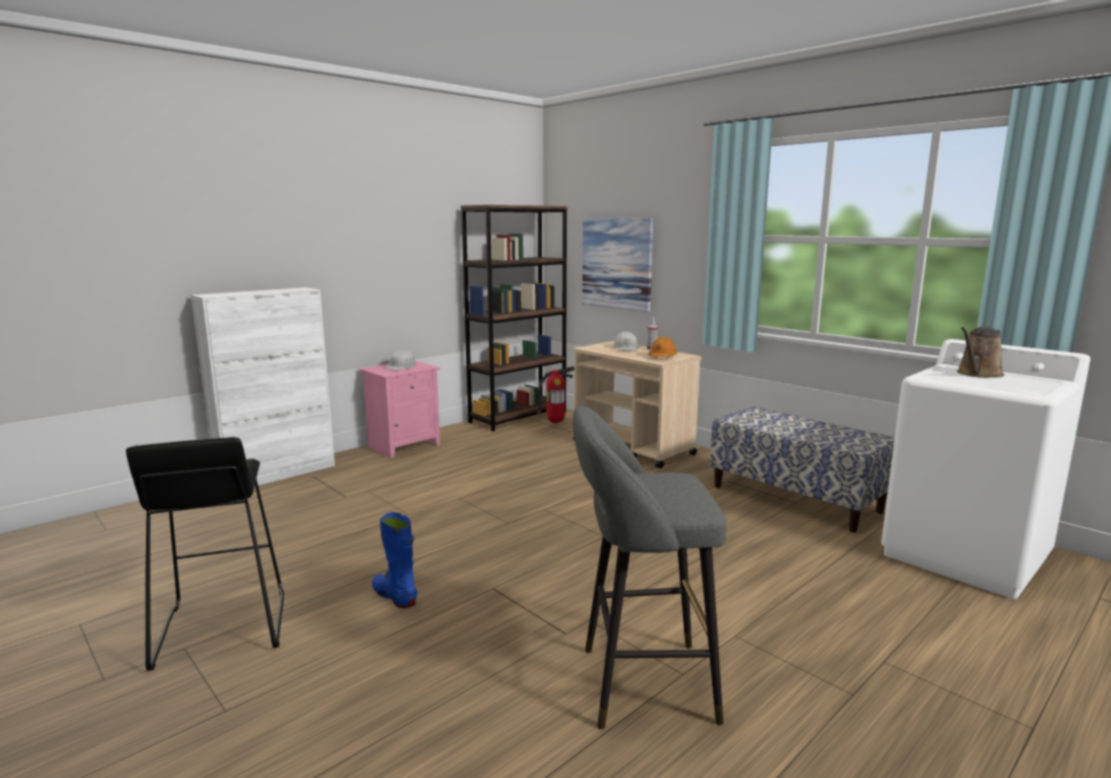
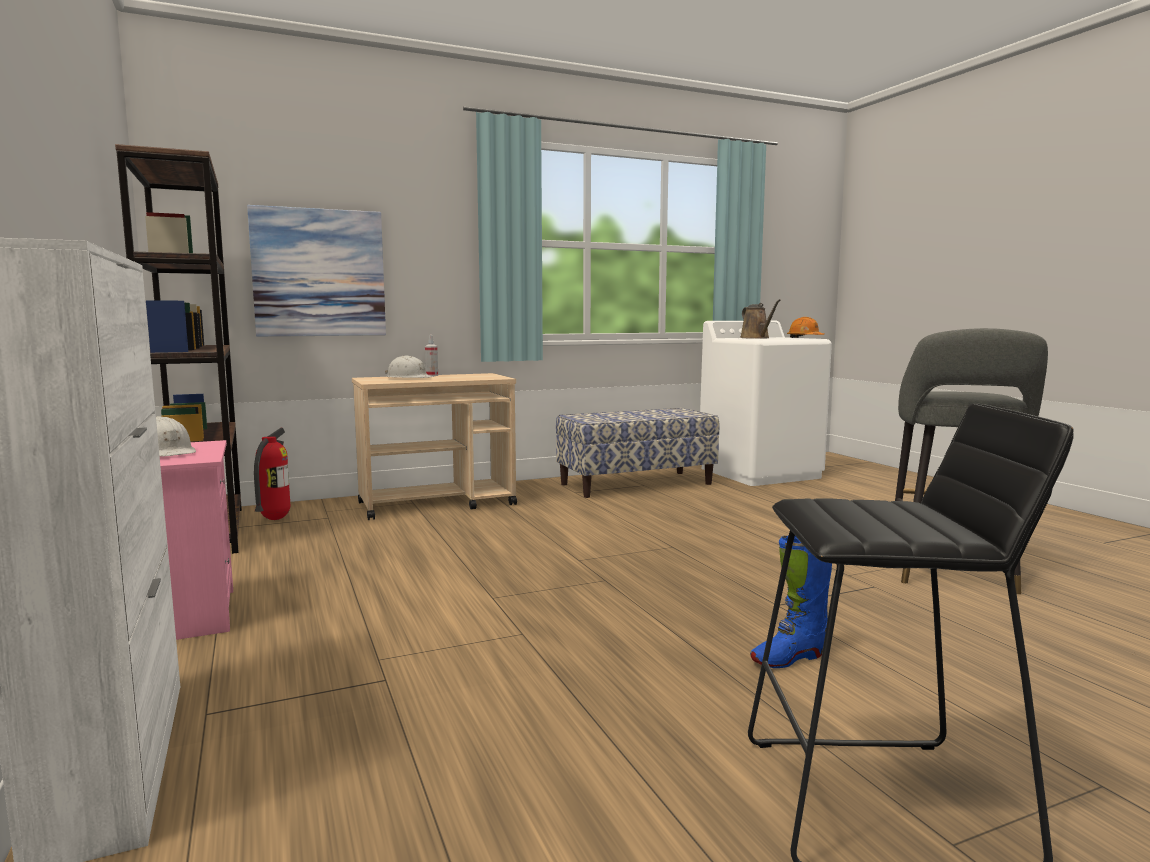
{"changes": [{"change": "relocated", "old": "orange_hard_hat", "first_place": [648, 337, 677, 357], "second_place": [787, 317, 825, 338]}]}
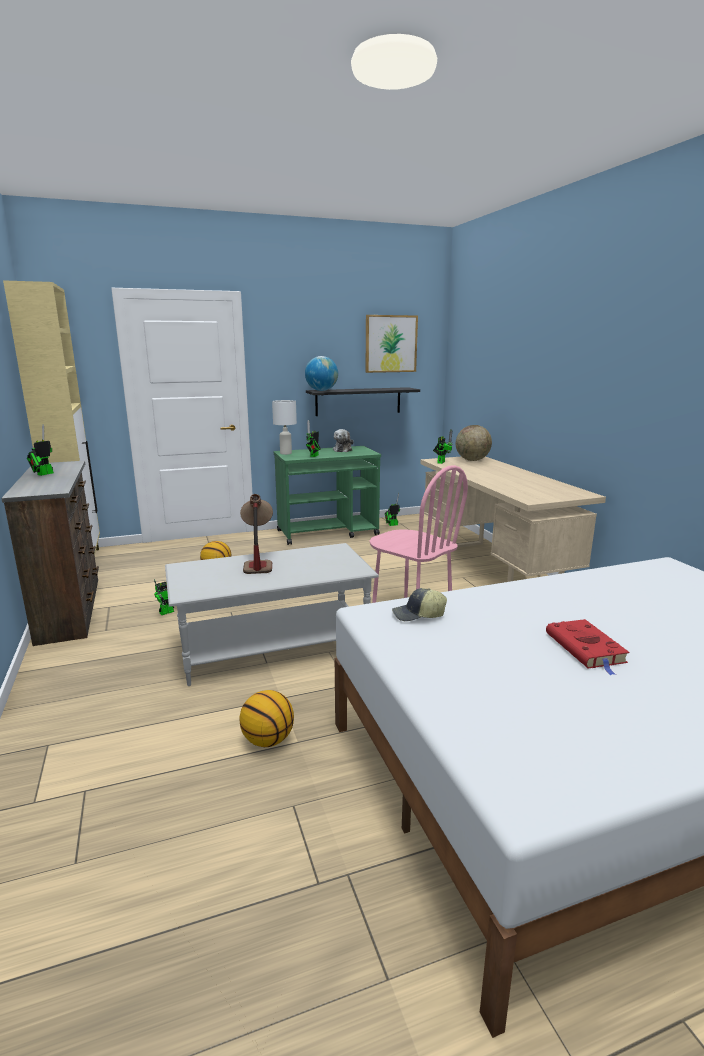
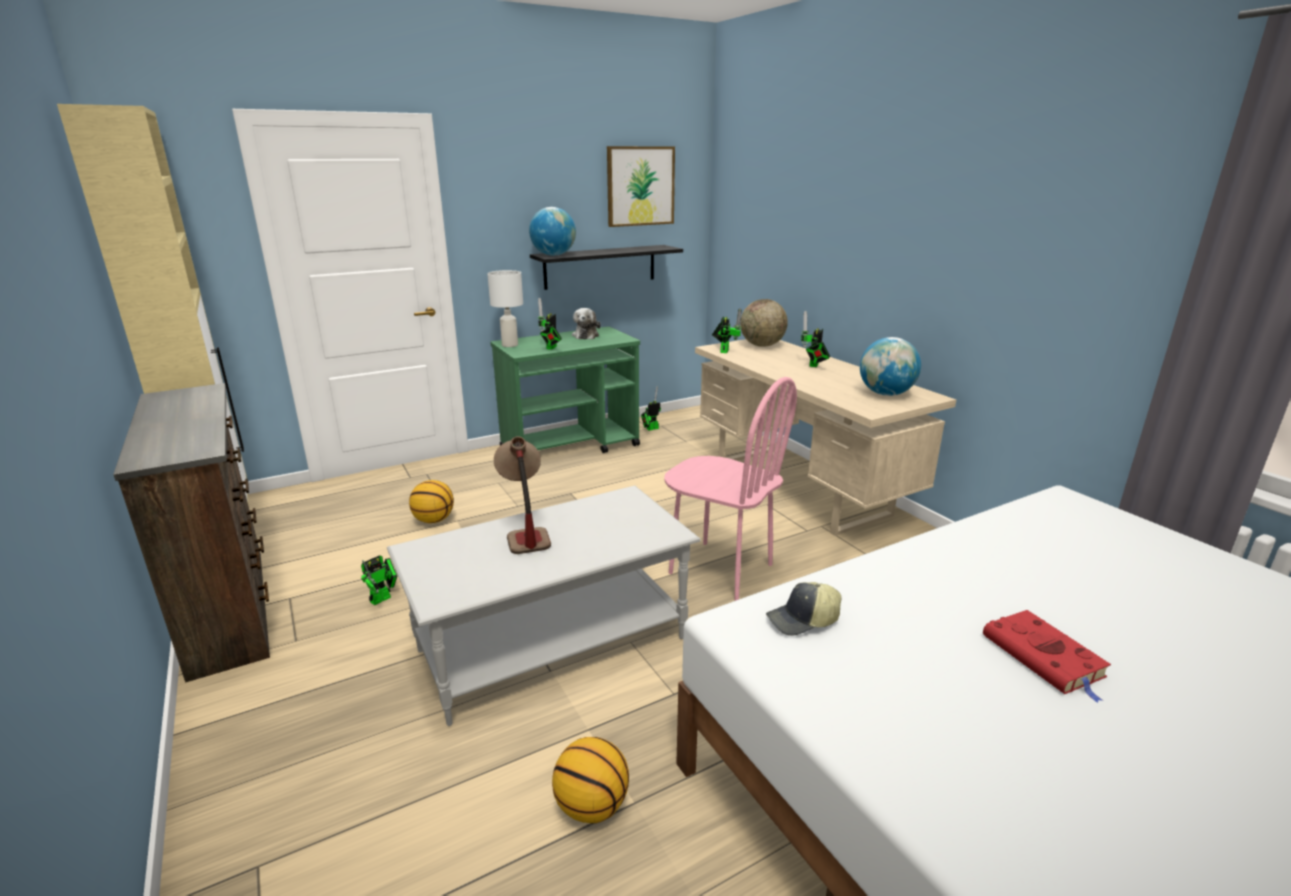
{"changes": [{"change": "relocated", "old": "toy_robot", "first_place": [27, 425, 54, 476], "second_place": [801, 310, 830, 367]}, {"change": "appeared", "new": "globe", "second_place": [860, 337, 921, 396]}]}
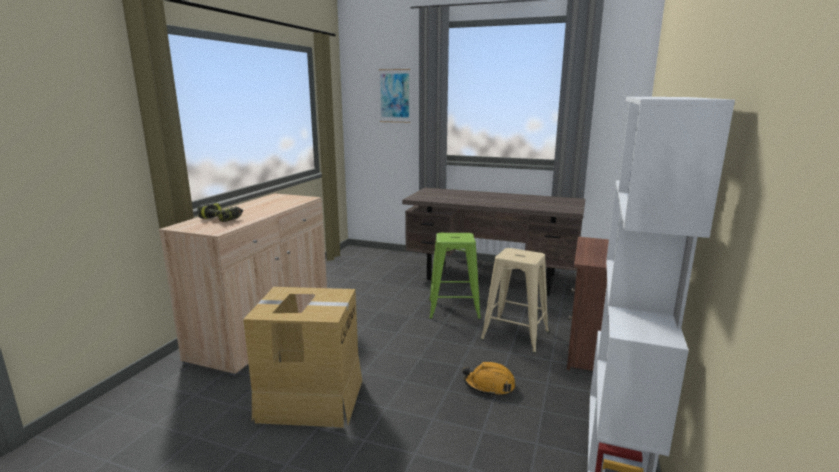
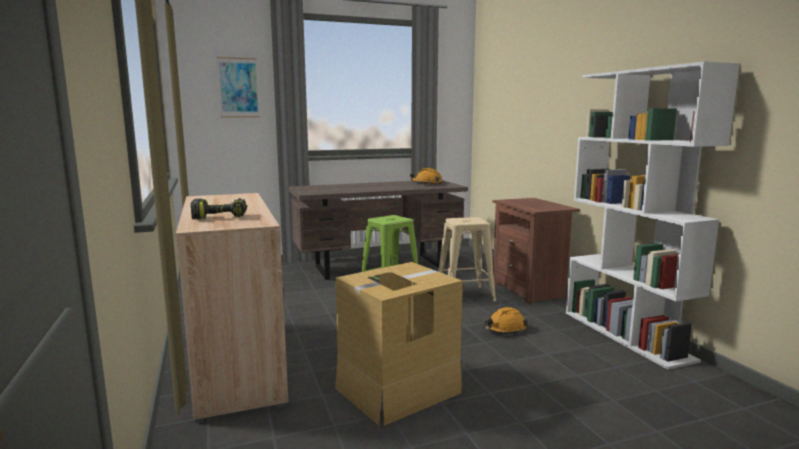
{"changes": [{"change": "appeared", "new": "orange_hard_hat", "second_place": [410, 168, 443, 185]}]}
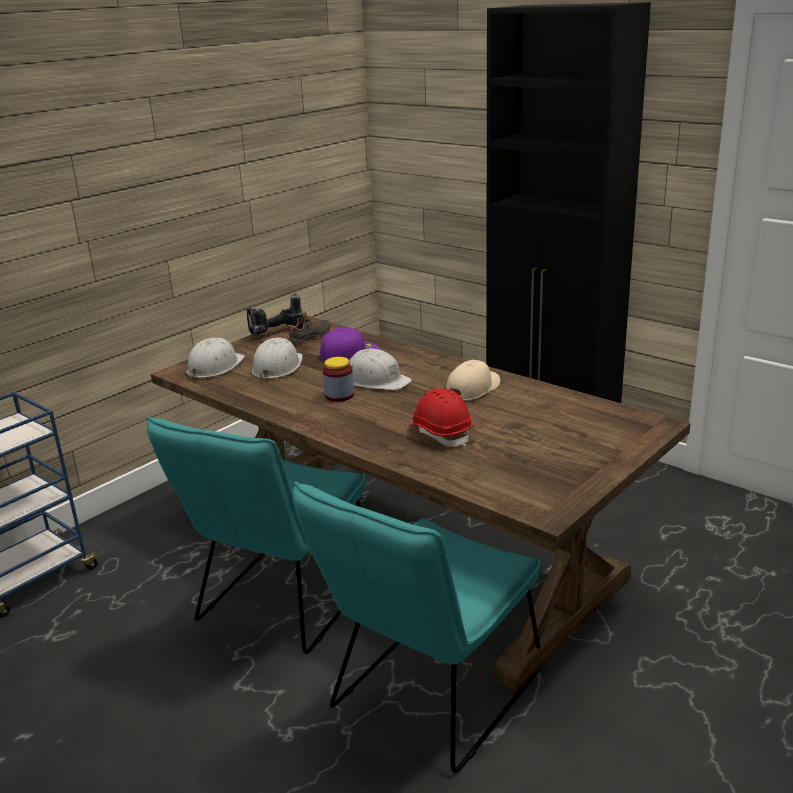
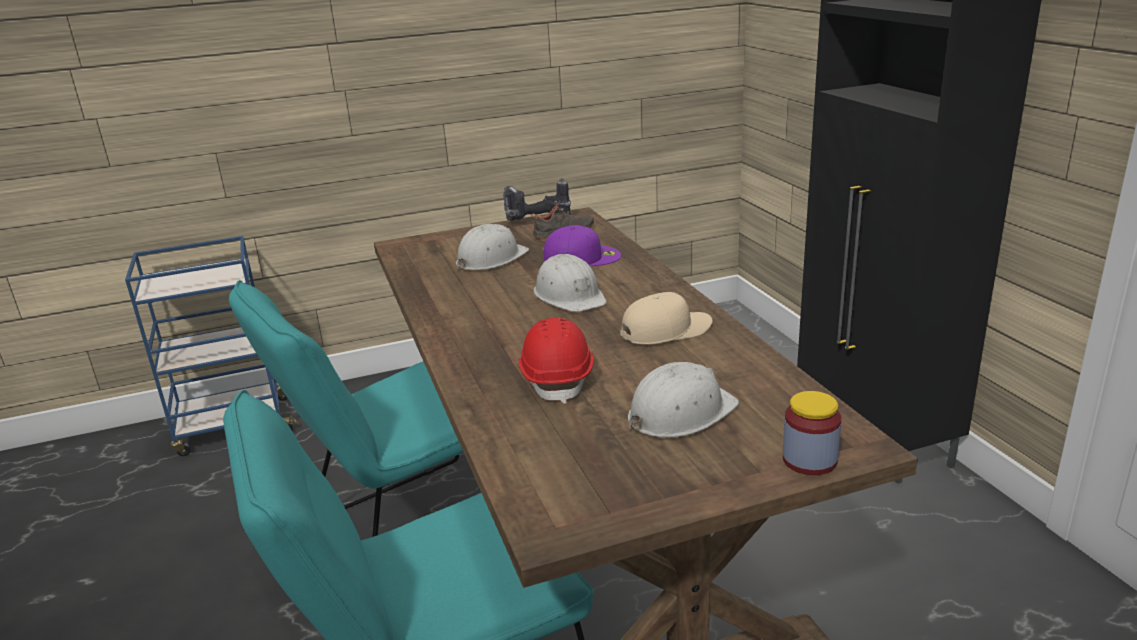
{"changes": [{"change": "relocated", "old": "white_hard_hat", "first_place": [187, 338, 245, 378], "second_place": [628, 362, 739, 438]}, {"change": "relocated", "old": "jar", "first_place": [323, 357, 354, 402], "second_place": [783, 391, 842, 475]}]}
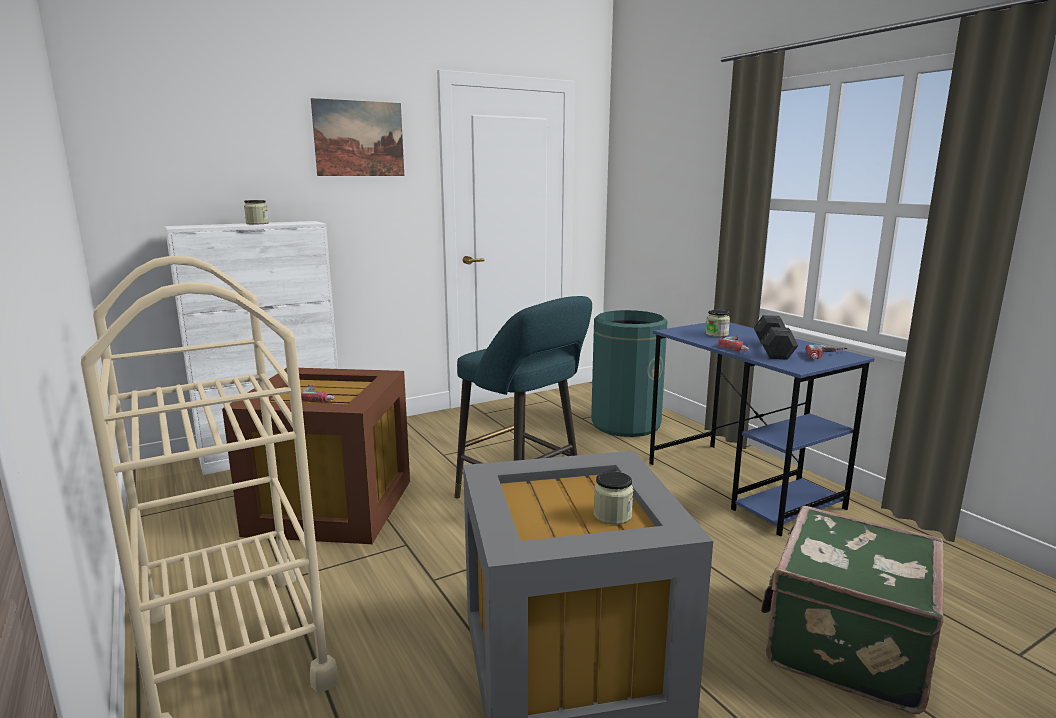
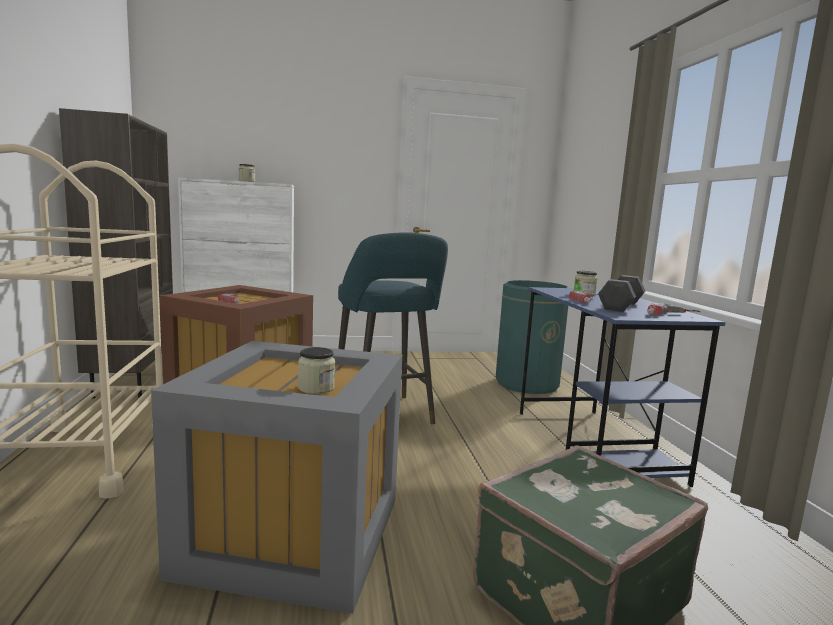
{"changes": [{"change": "missing", "old": "picture", "first_place": [311, 98, 404, 176]}, {"change": "appeared", "new": "brown_bookcase", "second_place": [59, 108, 173, 399]}]}
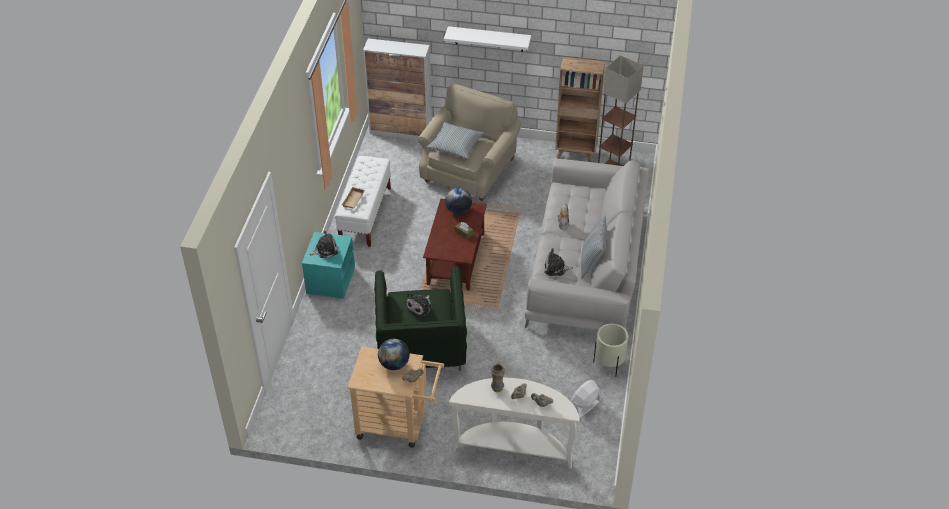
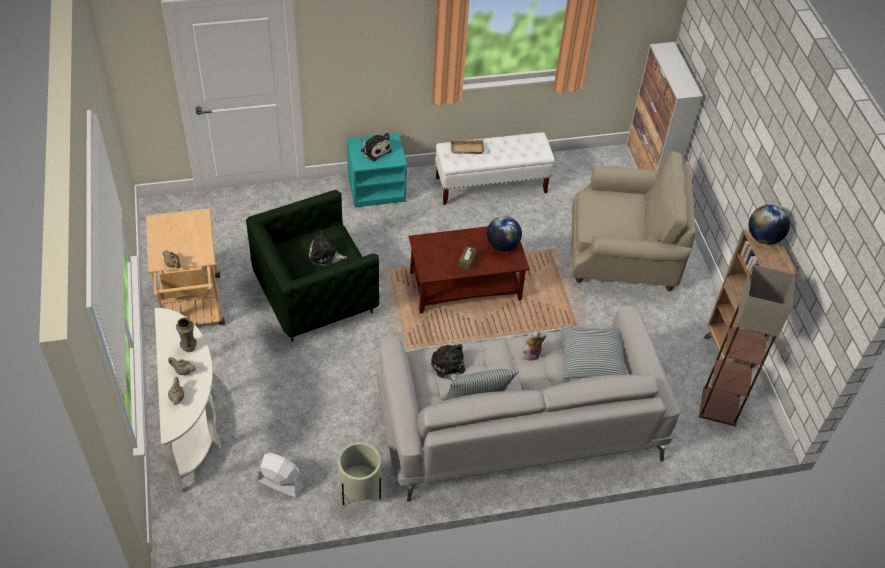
{"changes": [{"change": "missing", "old": "white_shelf", "first_place": [444, 26, 531, 52]}, {"change": "relocated", "old": "pillow", "first_place": [427, 122, 484, 159], "second_place": [560, 325, 627, 379]}, {"change": "relocated", "old": "globe", "first_place": [378, 339, 410, 370], "second_place": [749, 205, 790, 245]}]}
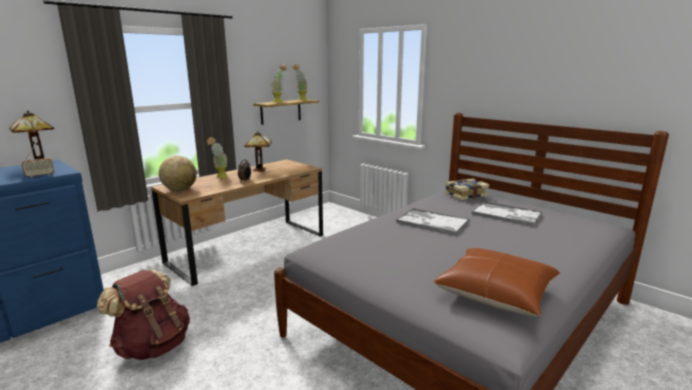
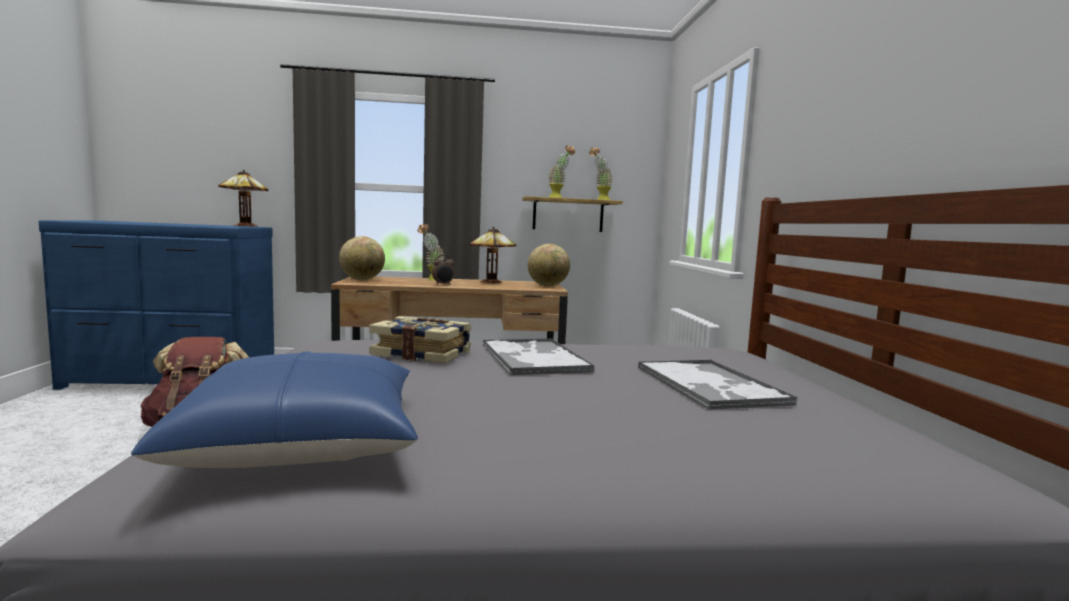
{"changes": [{"change": "missing", "old": "radio", "first_place": [21, 147, 54, 178]}, {"change": "relocated", "old": "book", "first_place": [445, 179, 489, 200], "second_place": [369, 316, 472, 363]}, {"change": "colour", "old": "brown_pillow", "new": "blue_pillow", "first_place": [434, 248, 560, 316], "second_place": [131, 352, 418, 468]}, {"change": "appeared", "new": "globe", "second_place": [528, 244, 570, 286]}]}
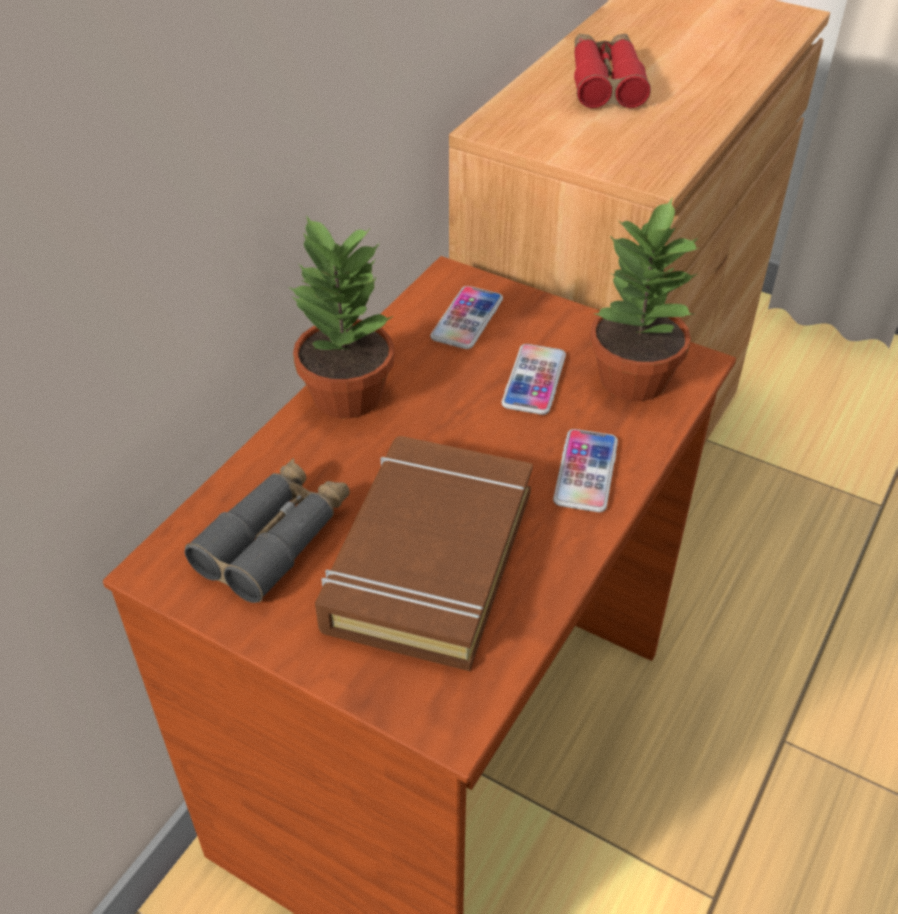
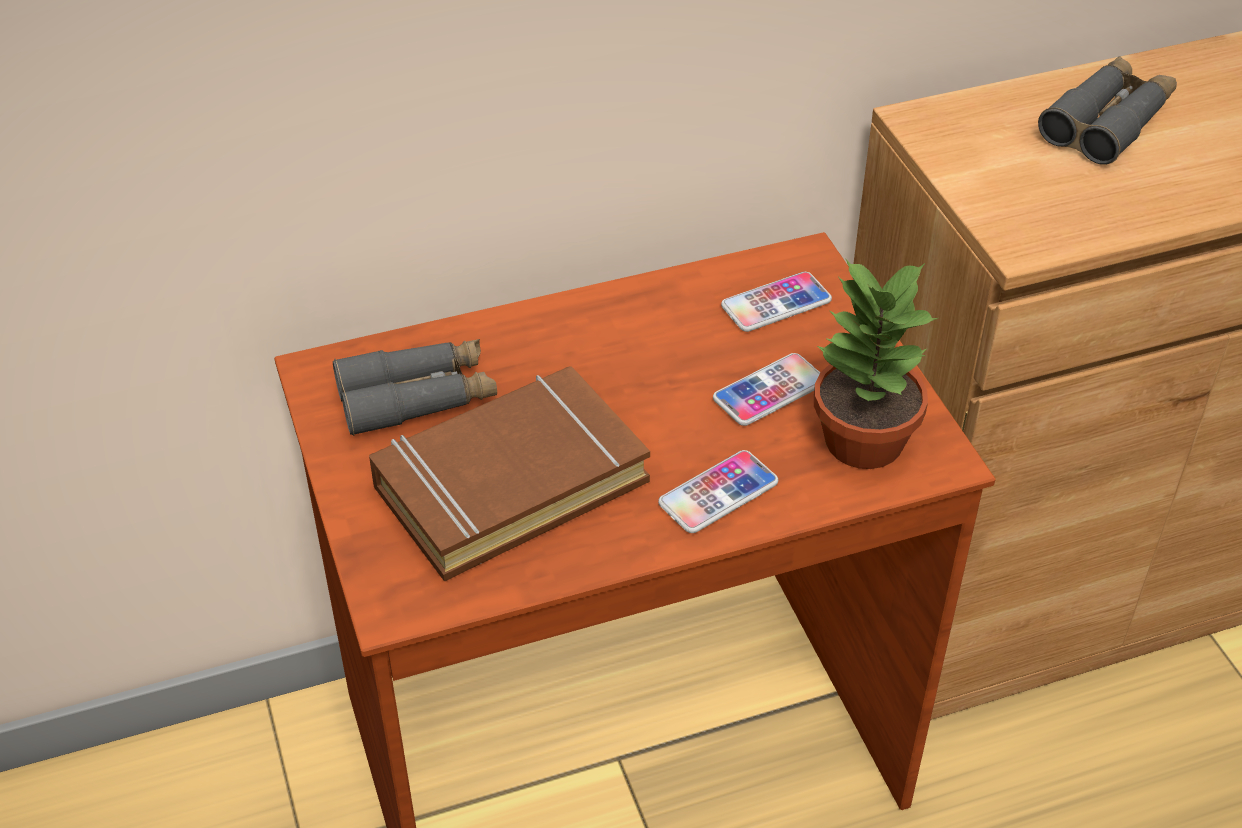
{"changes": [{"change": "colour", "old": "red_binoculars", "new": "grey_binoculars", "first_place": [574, 34, 651, 108], "second_place": [1038, 56, 1177, 165]}, {"change": "missing", "old": "potted_plant", "first_place": [288, 215, 394, 418]}]}
